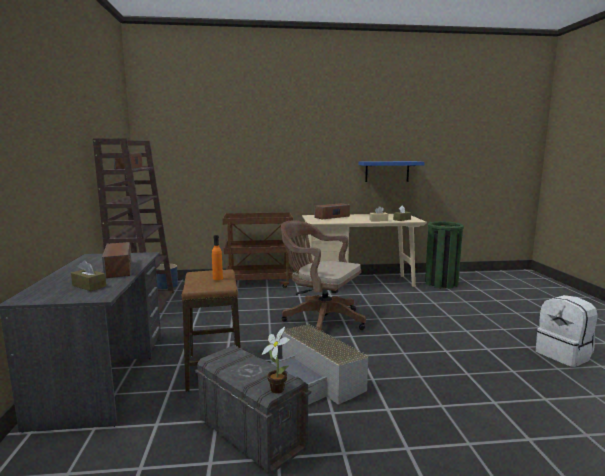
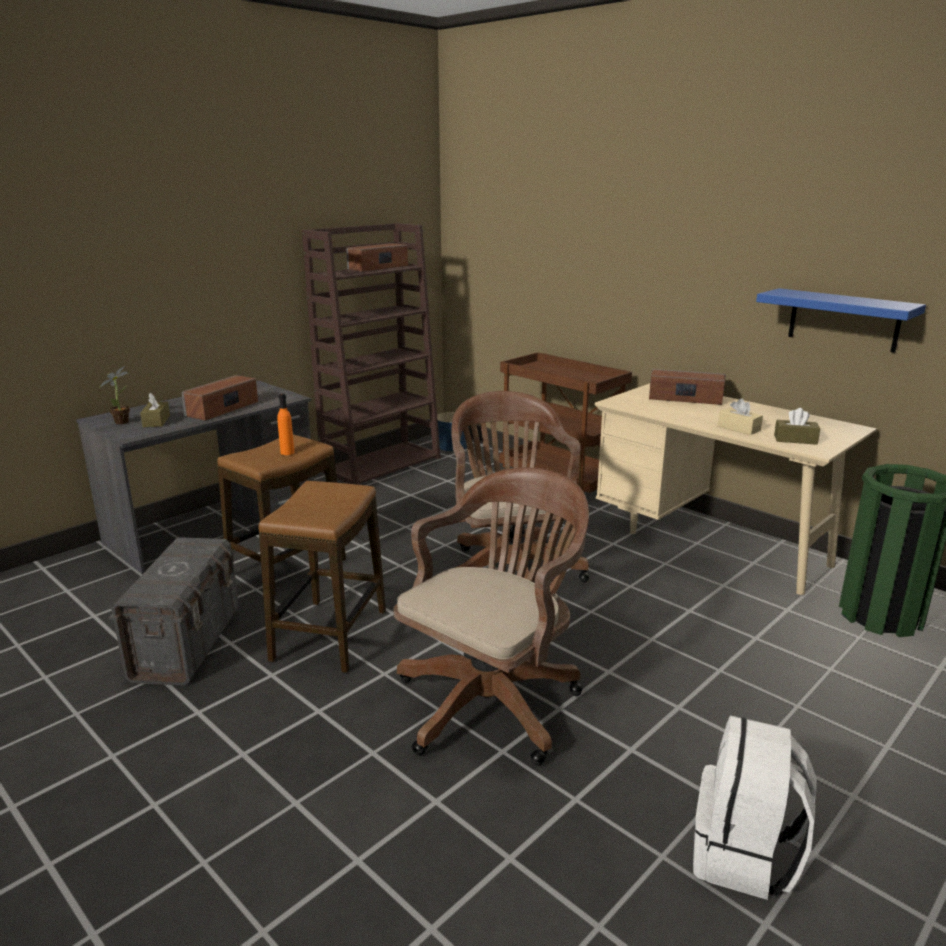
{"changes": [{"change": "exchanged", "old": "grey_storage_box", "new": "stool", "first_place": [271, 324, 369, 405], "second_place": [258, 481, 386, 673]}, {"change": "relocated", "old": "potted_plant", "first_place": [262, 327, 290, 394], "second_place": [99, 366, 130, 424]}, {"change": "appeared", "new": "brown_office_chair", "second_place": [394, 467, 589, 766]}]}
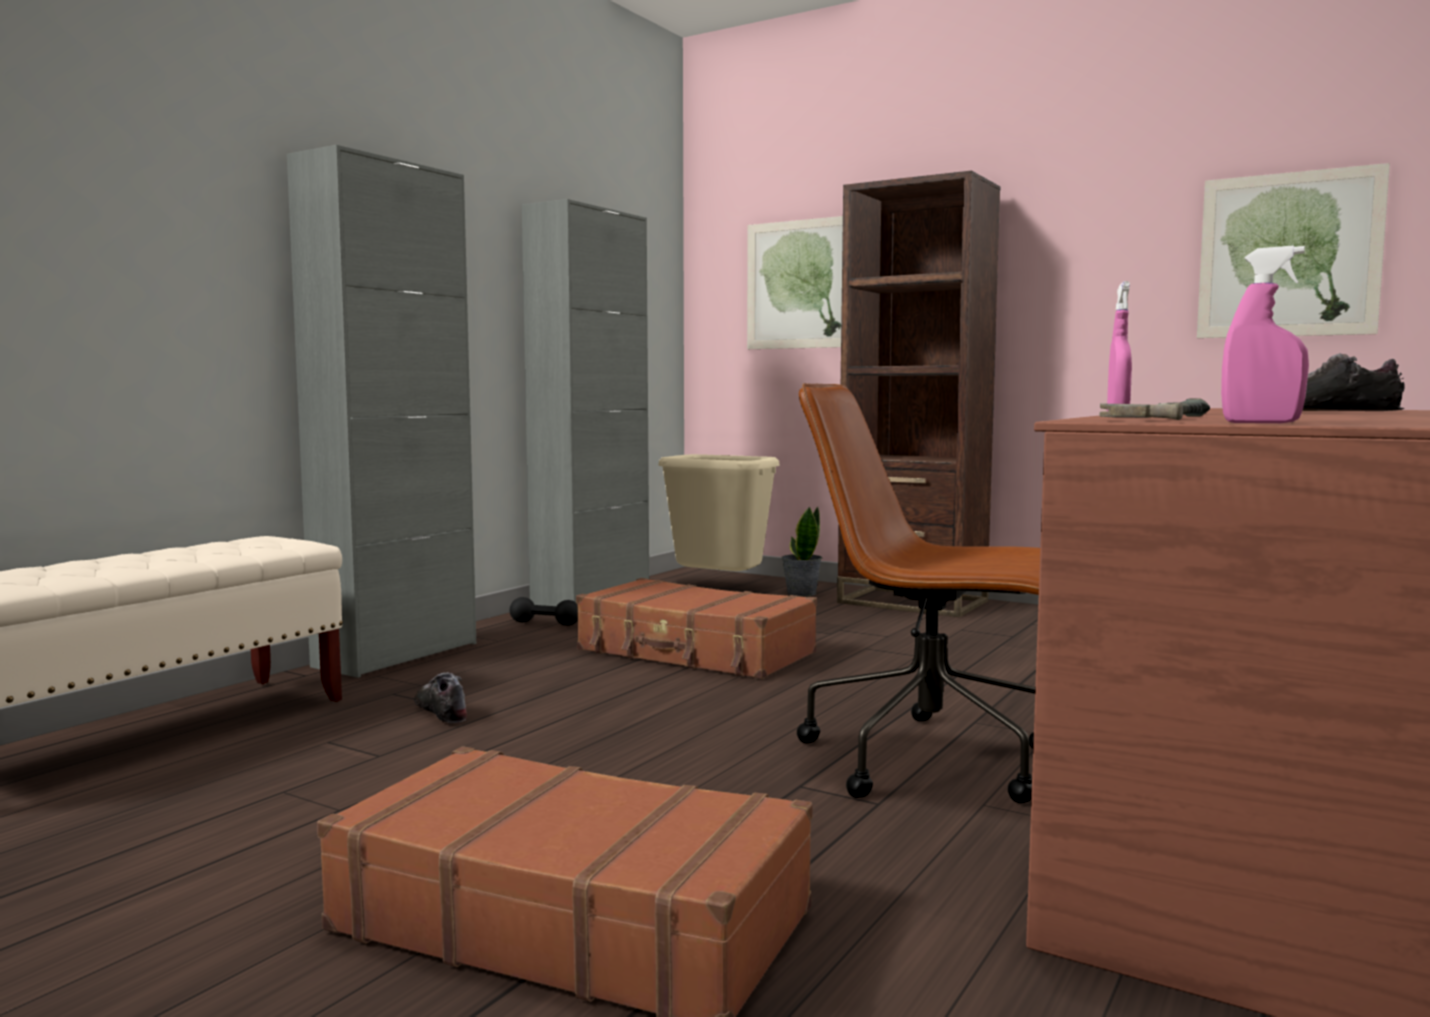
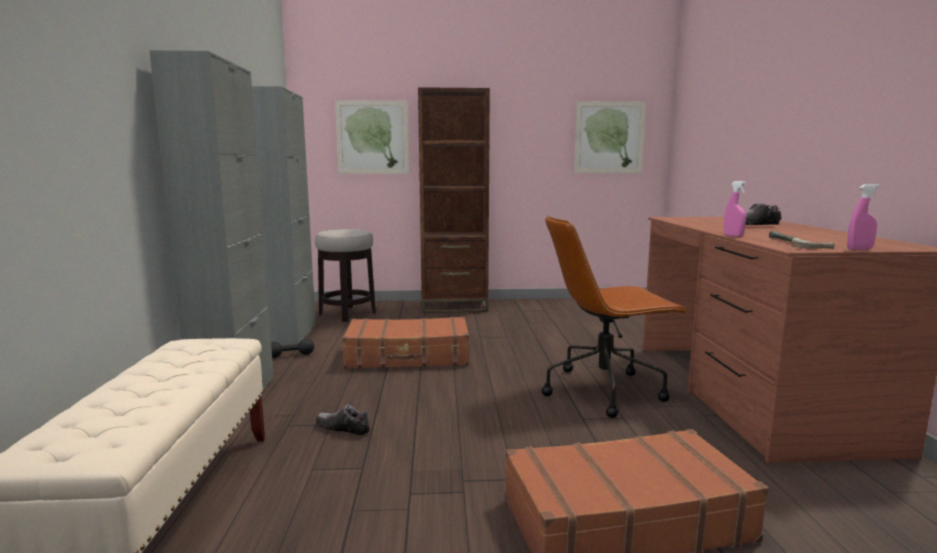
{"changes": [{"change": "exchanged", "old": "beige_trash_can", "new": "stool", "first_place": [659, 454, 779, 571], "second_place": [315, 229, 376, 322]}, {"change": "missing", "old": "potted_plant", "first_place": [782, 506, 822, 596]}]}
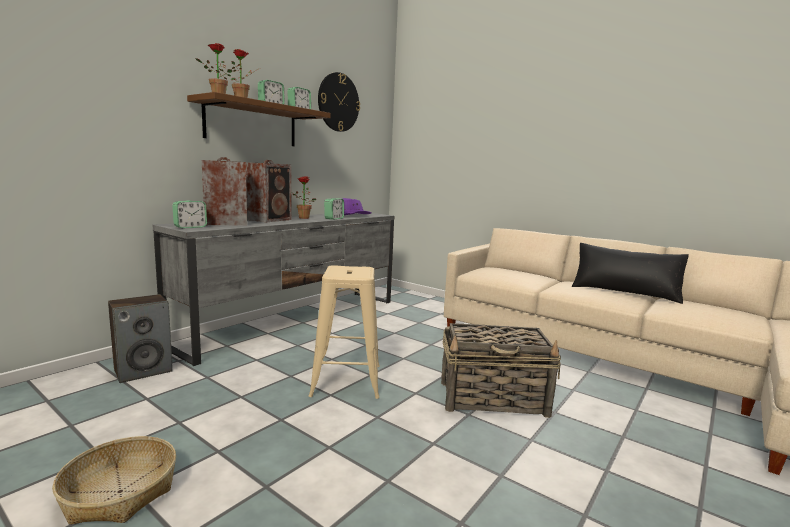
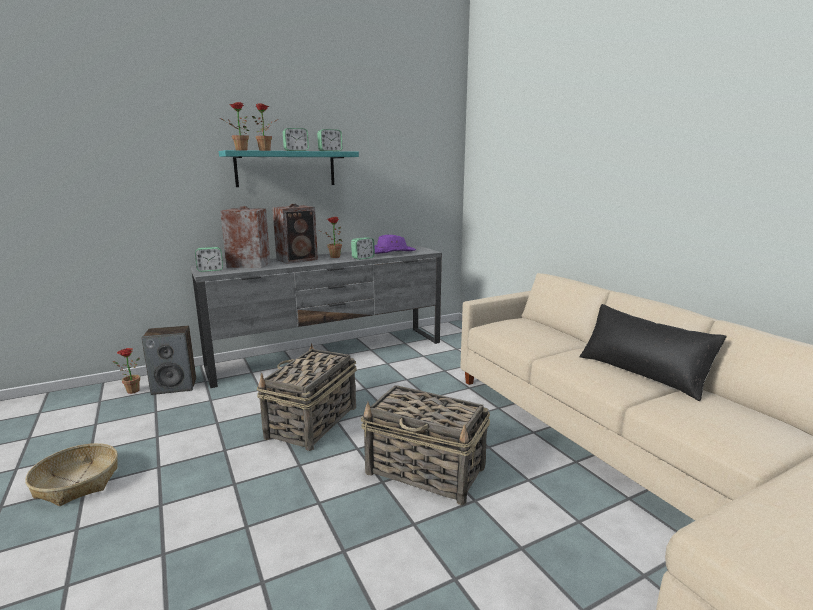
{"changes": [{"change": "missing", "old": "wall_clock", "first_place": [318, 72, 360, 132]}, {"change": "colour", "old": "brown_shelf", "new": "turquoise_shelf", "first_place": [187, 92, 331, 146], "second_place": [219, 150, 359, 187]}, {"change": "exchanged", "old": "beige_stool", "new": "basket", "first_place": [309, 265, 380, 399], "second_place": [257, 343, 357, 451]}, {"change": "appeared", "new": "potted_plant", "second_place": [113, 348, 140, 394]}]}
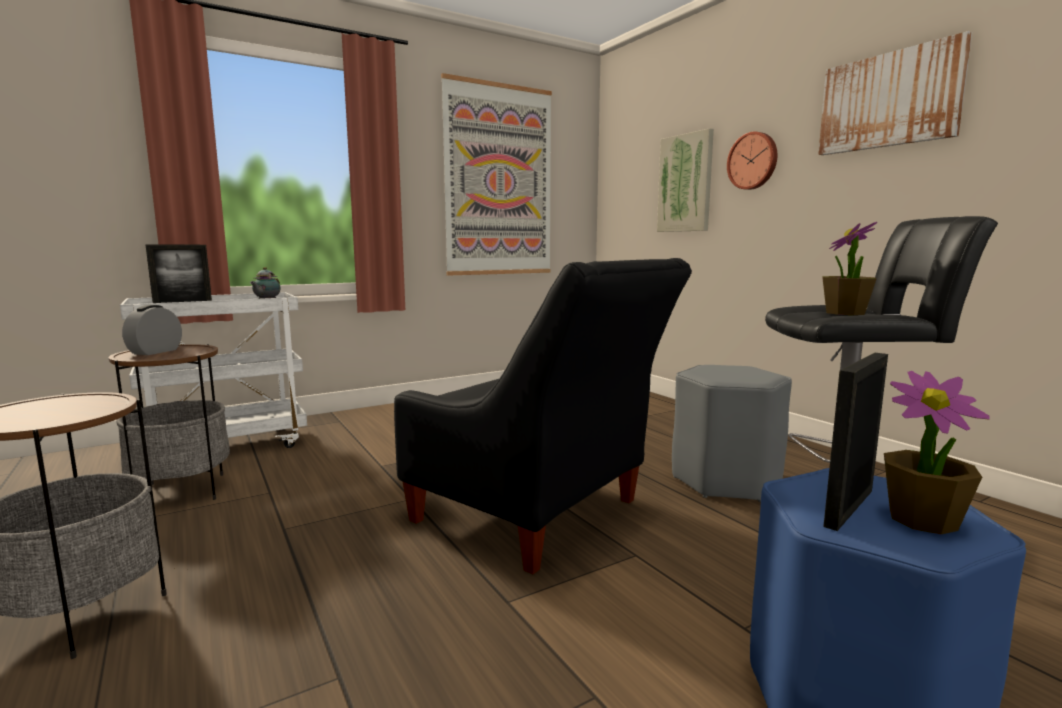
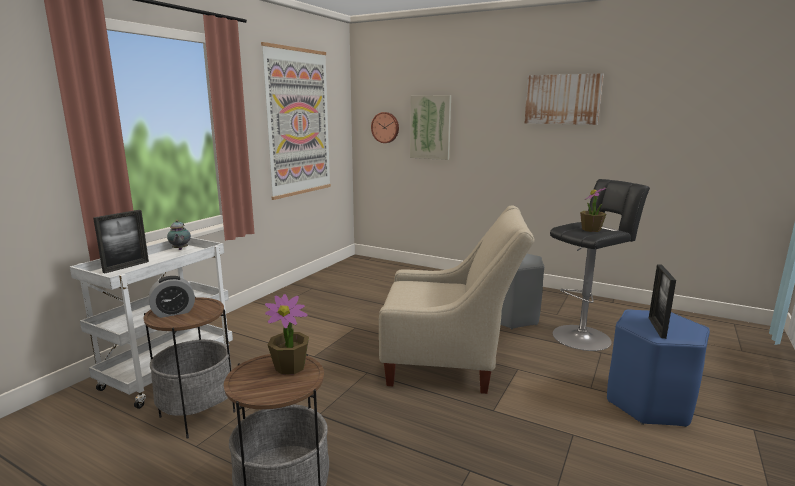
{"changes": [{"change": "relocated", "old": "wall_clock", "first_place": [727, 132, 777, 190], "second_place": [371, 112, 399, 143]}, {"change": "colour", "old": "black_armchair", "new": "beige_armchair", "first_place": [394, 258, 692, 574], "second_place": [379, 205, 535, 394]}, {"change": "spun", "old": "alarm_clock", "first_place": [122, 305, 182, 355], "second_place": [149, 276, 195, 318], "degrees": -105}, {"change": "relocated", "old": "potted_plant", "first_place": [884, 371, 990, 534], "second_place": [265, 294, 309, 375]}]}
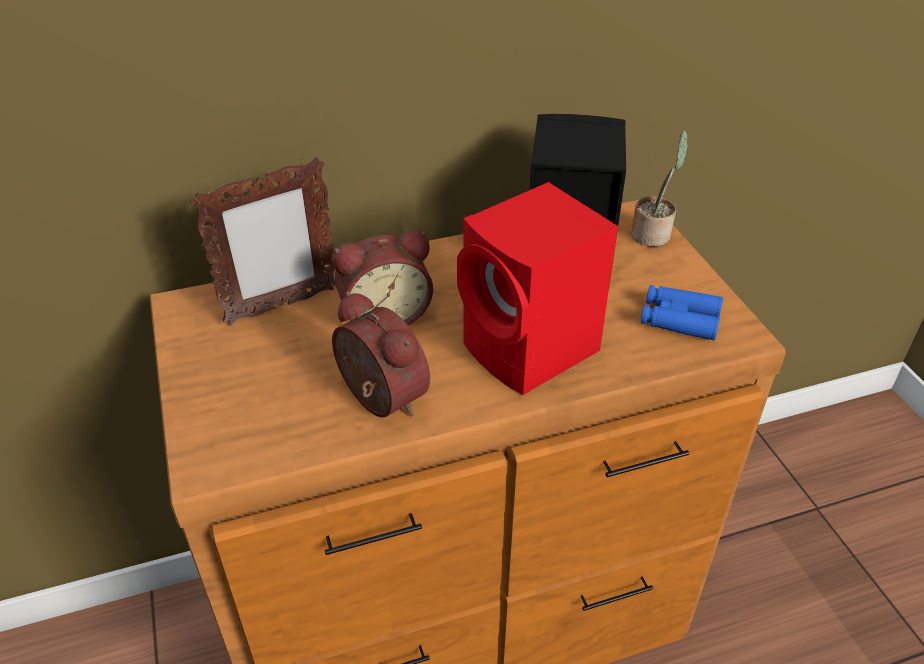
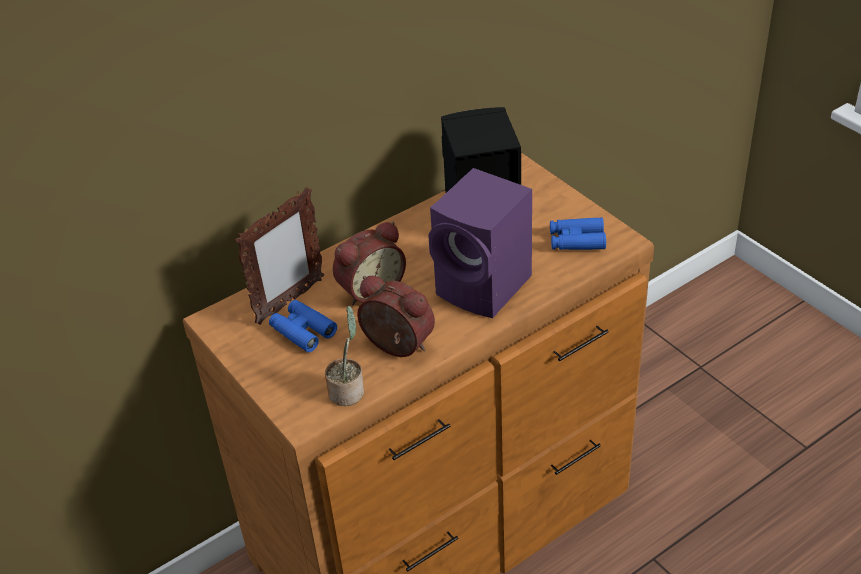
{"changes": [{"change": "relocated", "old": "potted_plant", "first_place": [631, 130, 688, 247], "second_place": [325, 306, 364, 406]}, {"change": "colour", "old": "red_speaker", "new": "purple_speaker", "first_place": [457, 182, 618, 395], "second_place": [428, 168, 532, 318]}, {"change": "appeared", "new": "blue_binoculars", "second_place": [269, 300, 337, 352]}]}
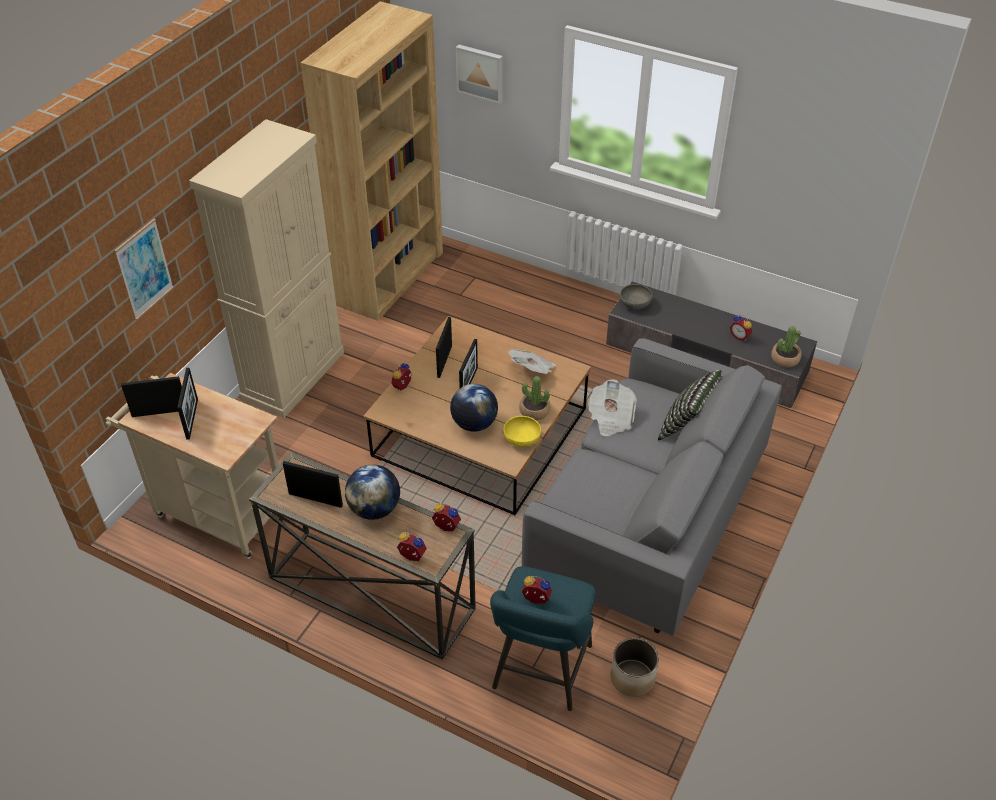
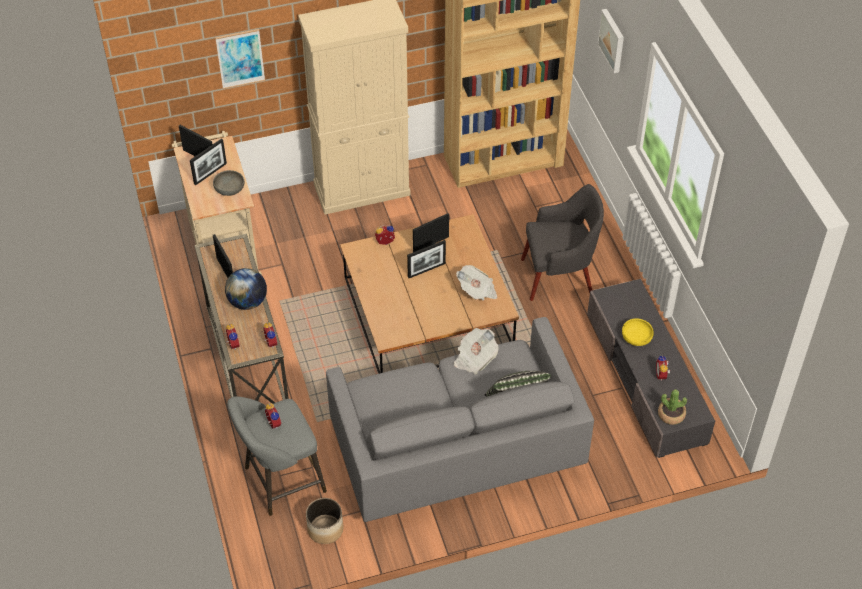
{"changes": [{"change": "relocated", "old": "grey_bowl", "first_place": [620, 284, 653, 310], "second_place": [213, 170, 245, 196]}, {"change": "missing", "old": "potted_plant", "first_place": [519, 376, 551, 420]}, {"change": "missing", "old": "globe", "first_place": [450, 384, 498, 432]}, {"change": "relocated", "old": "yellow_bowl", "first_place": [503, 416, 541, 447], "second_place": [622, 319, 654, 346]}, {"change": "colour", "old": "turquoise_stool", "new": "grey_stool", "first_place": [490, 566, 595, 711], "second_place": [227, 396, 327, 516]}, {"change": "appeared", "new": "grey_armchair", "second_place": [521, 184, 604, 301]}]}
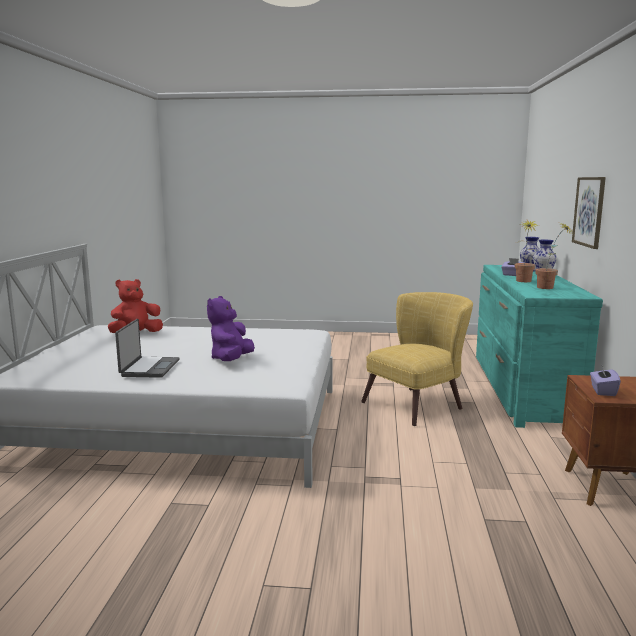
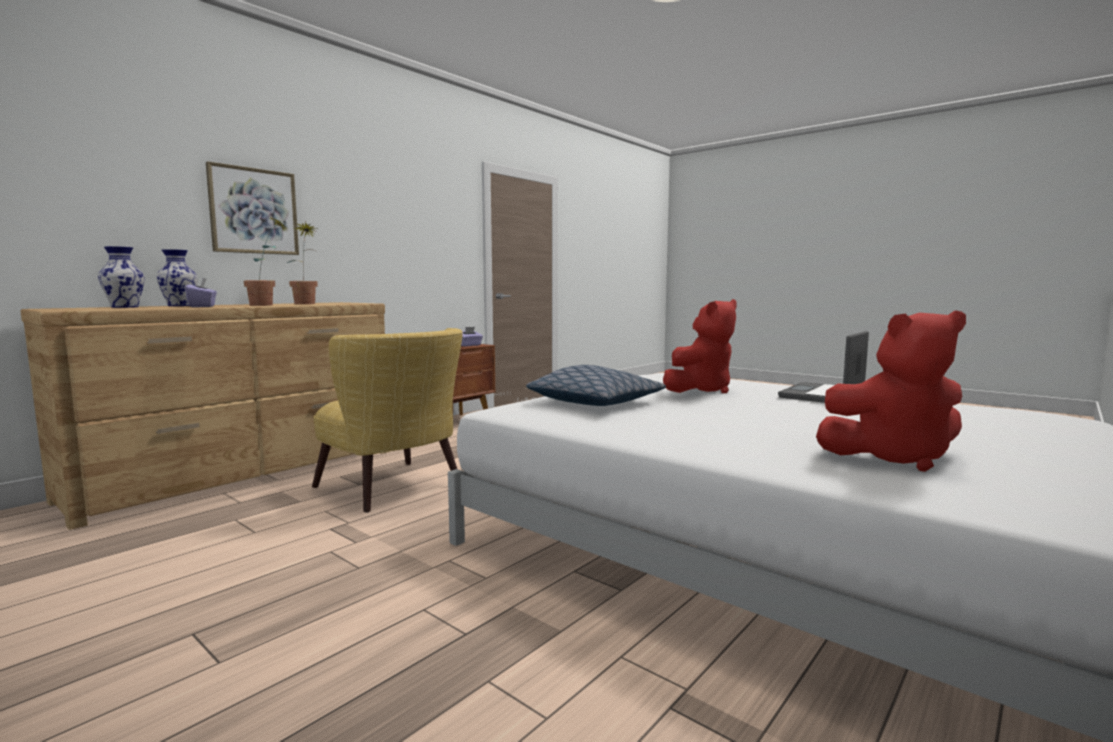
{"changes": [{"change": "colour", "old": "turquoise_dresser", "new": "brown_dresser", "first_place": [476, 265, 603, 428], "second_place": [21, 302, 390, 530]}, {"change": "spun", "old": "yellow_armchair", "first_place": [361, 292, 473, 426], "second_place": [312, 328, 463, 513], "degrees": -135}, {"change": "colour", "old": "purple_plush_toy", "new": "red_plush_toy", "first_place": [207, 296, 255, 361], "second_place": [663, 299, 737, 393]}, {"change": "appeared", "new": "pillow", "second_place": [526, 365, 666, 406]}]}
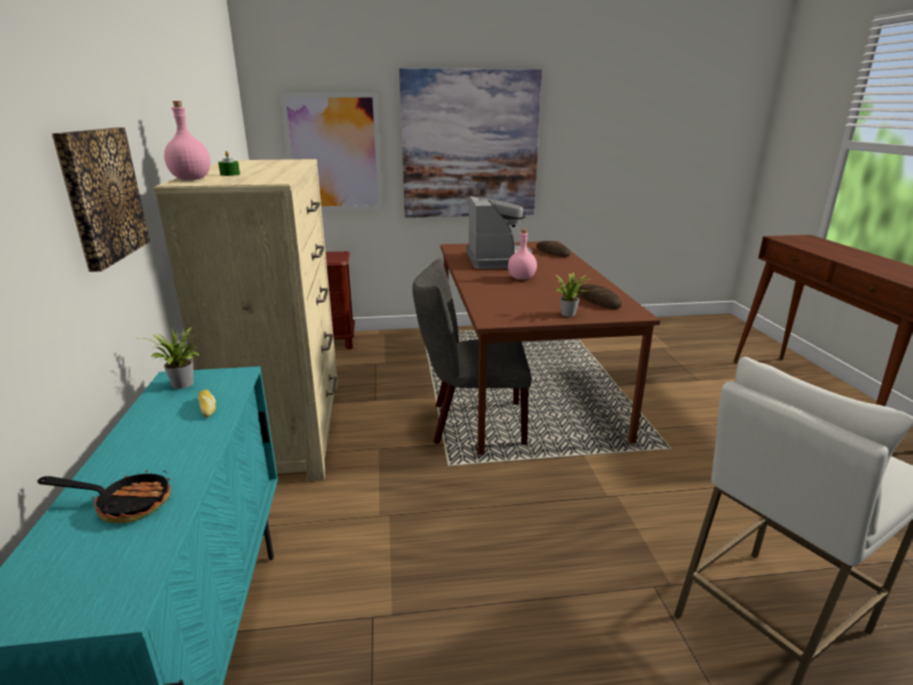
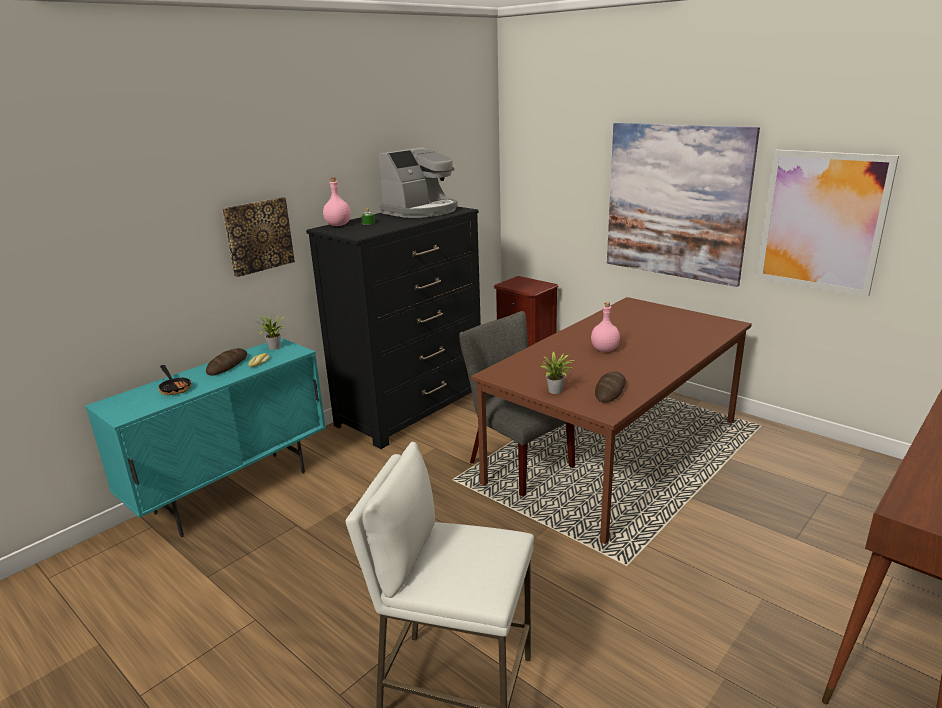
{"changes": [{"change": "relocated", "old": "picture", "first_place": [280, 92, 383, 211], "second_place": [757, 150, 899, 297]}, {"change": "colour", "old": "beige_dresser", "new": "black_dresser", "first_place": [153, 159, 338, 481], "second_place": [306, 207, 481, 449]}, {"change": "relocated", "old": "coffee_machine", "first_place": [466, 196, 532, 269], "second_place": [379, 147, 458, 218]}, {"change": "relocated", "old": "bread", "first_place": [536, 241, 570, 257], "second_place": [206, 348, 247, 376]}]}
